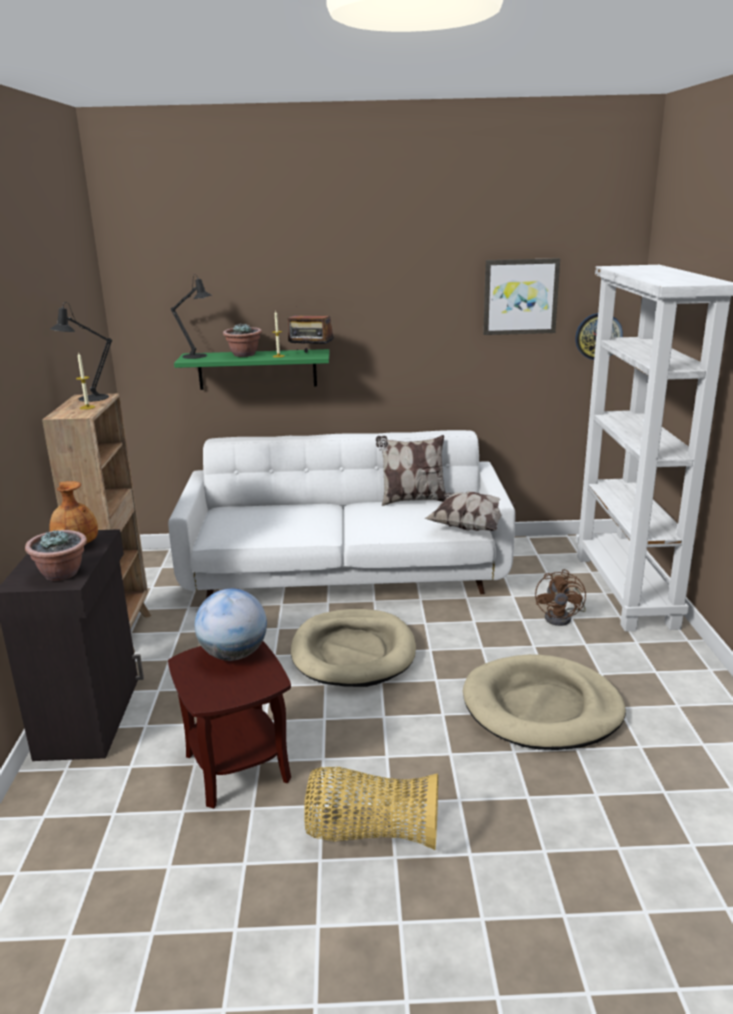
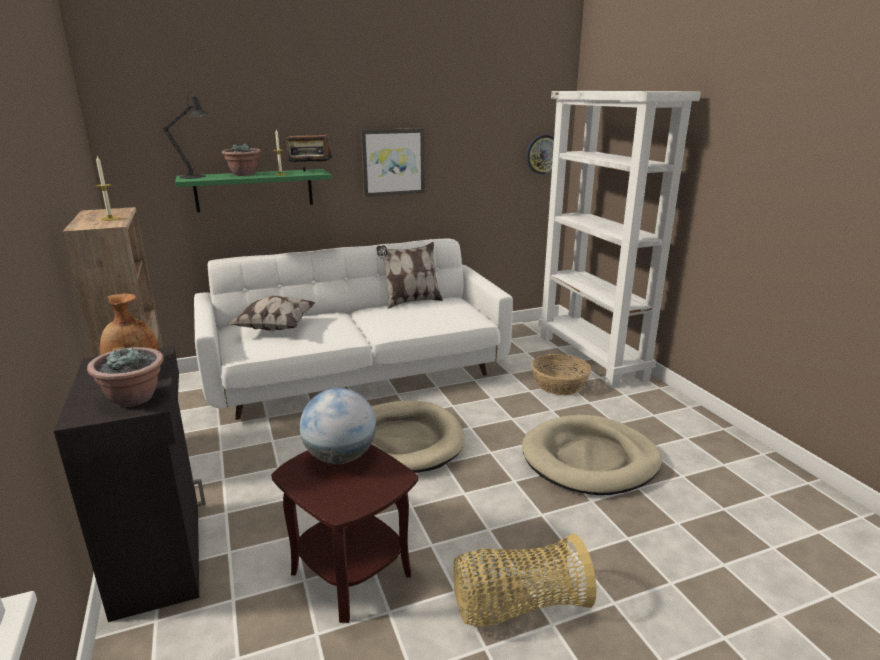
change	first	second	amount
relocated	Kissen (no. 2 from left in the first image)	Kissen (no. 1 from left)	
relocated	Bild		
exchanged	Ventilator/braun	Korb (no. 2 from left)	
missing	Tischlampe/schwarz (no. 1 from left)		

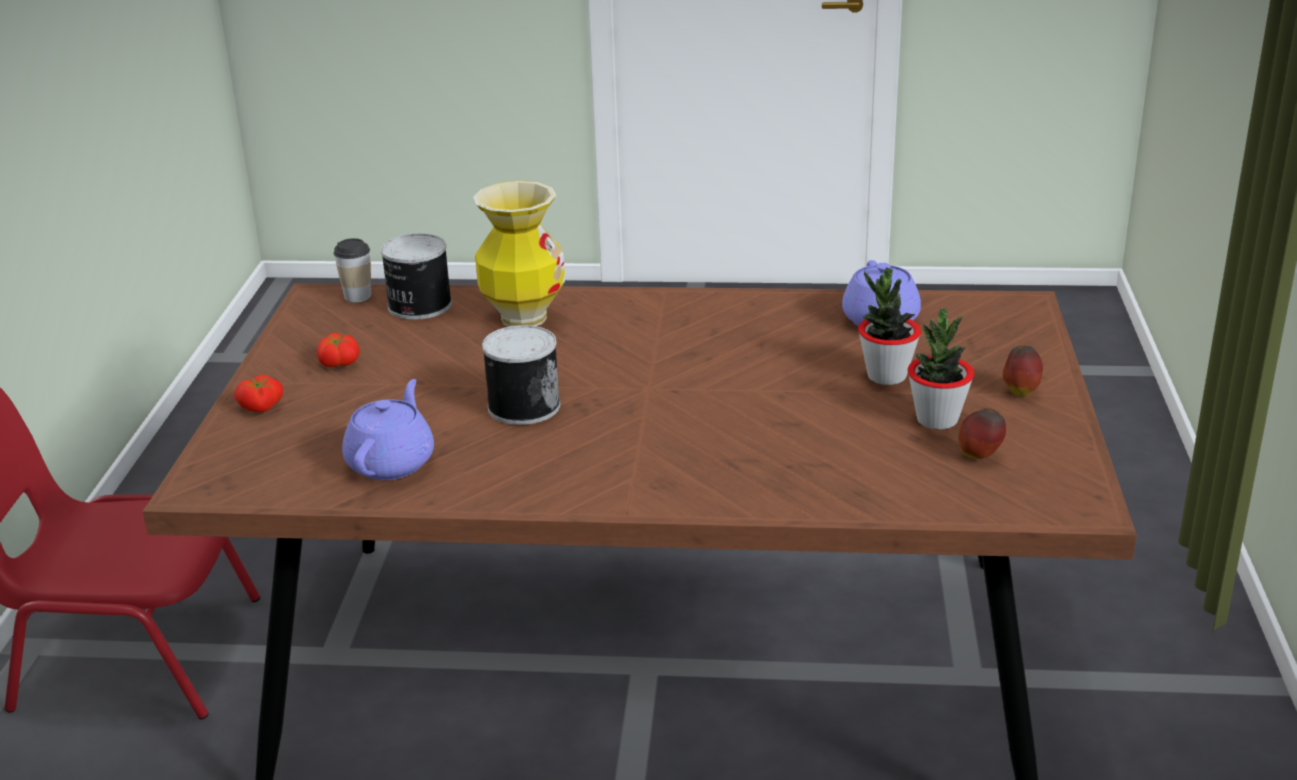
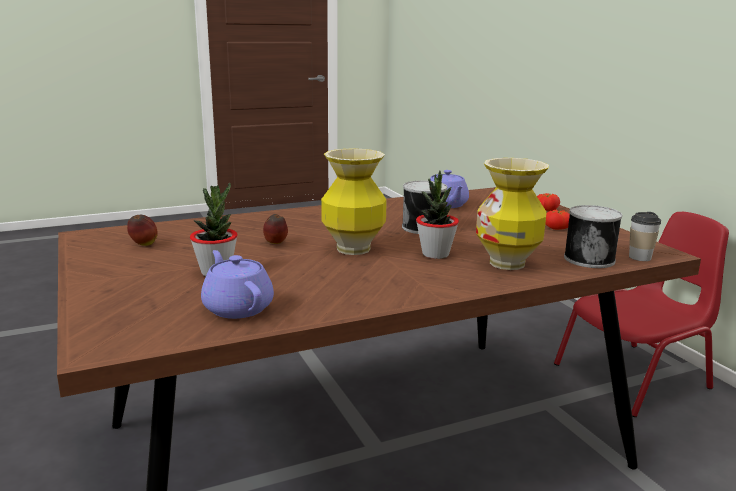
change	first	second	amount
relocated	Apfel (no. 2 from left)		
appeared		Vase (no. 1 from left)	
relocated	Topfpflanze (no. 2 from left)		

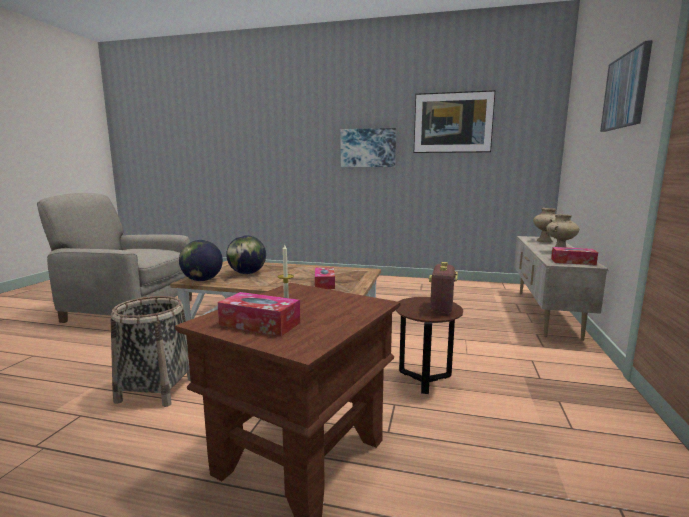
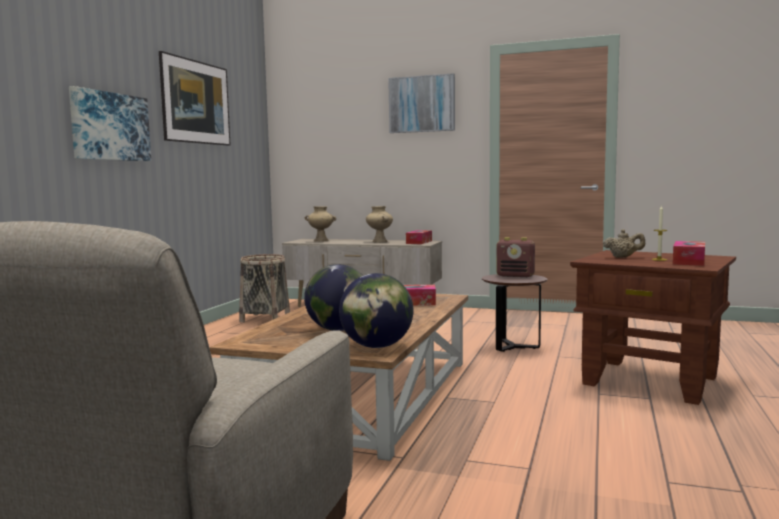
change	first	second	amount
relocated	Korb		
appeared		Teekanne/beige	

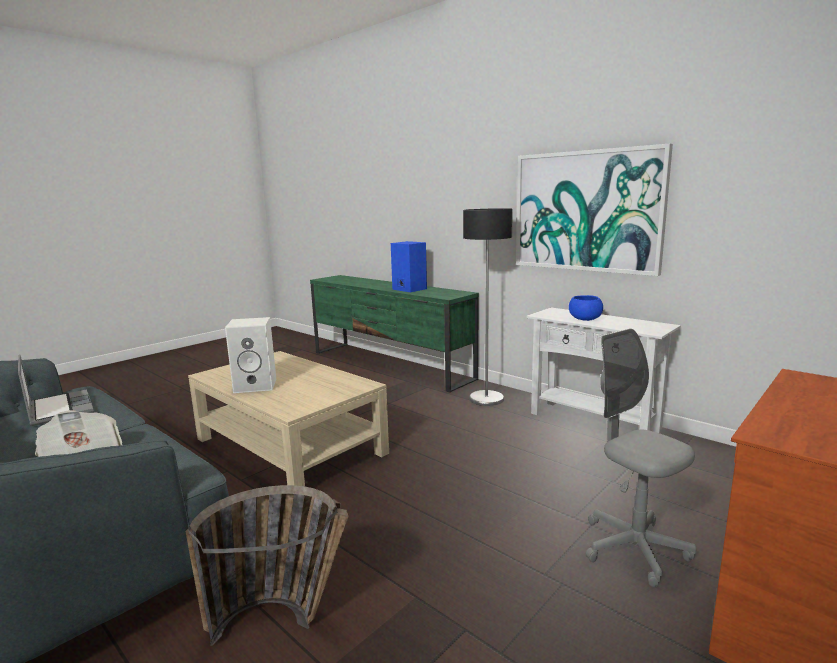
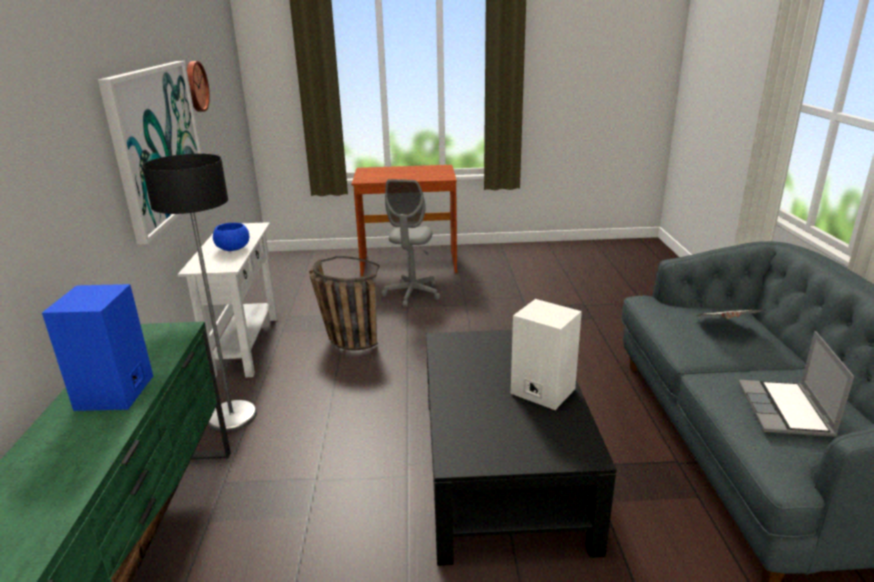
change	first	second	amount
appeared		Wanduhr	
relocated	Korb		
colour	Couchtisch/beige	Couchtisch/schwarz	

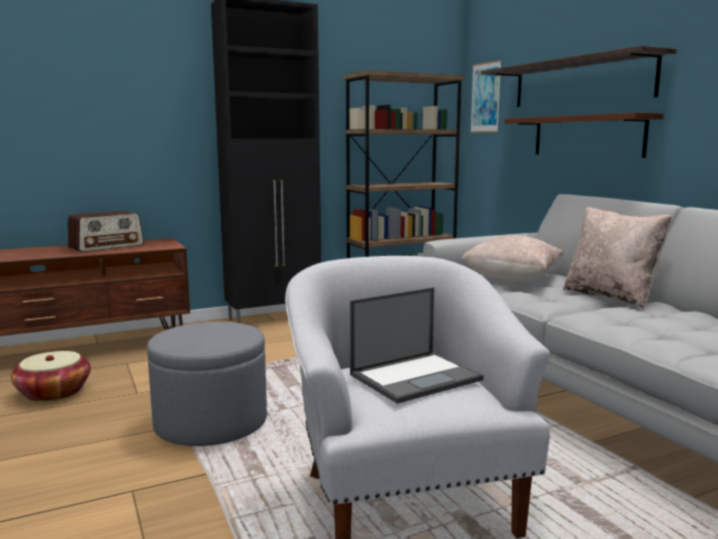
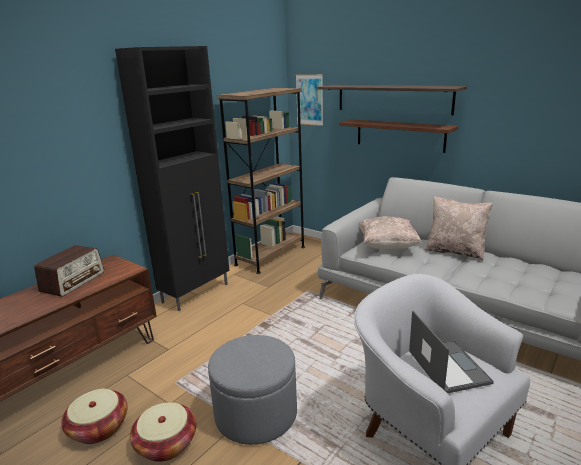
change	first	second	amount
appeared		Korb (no. 2 from left)	
spun	Laptop		45 degrees counterclockwise

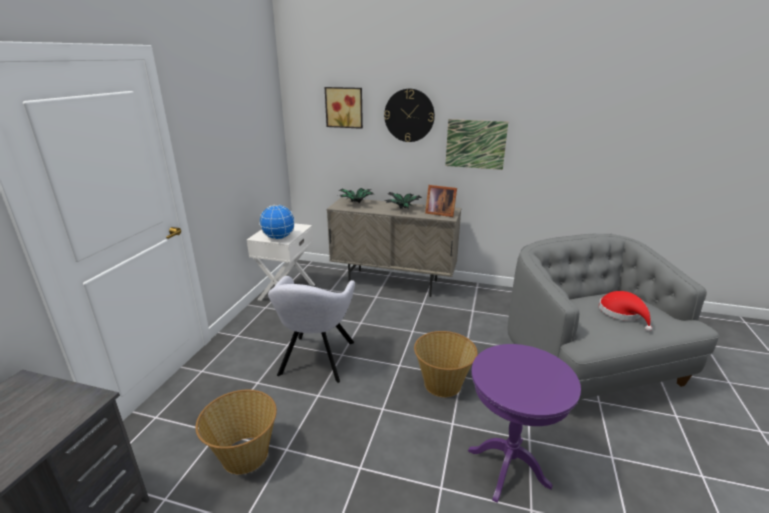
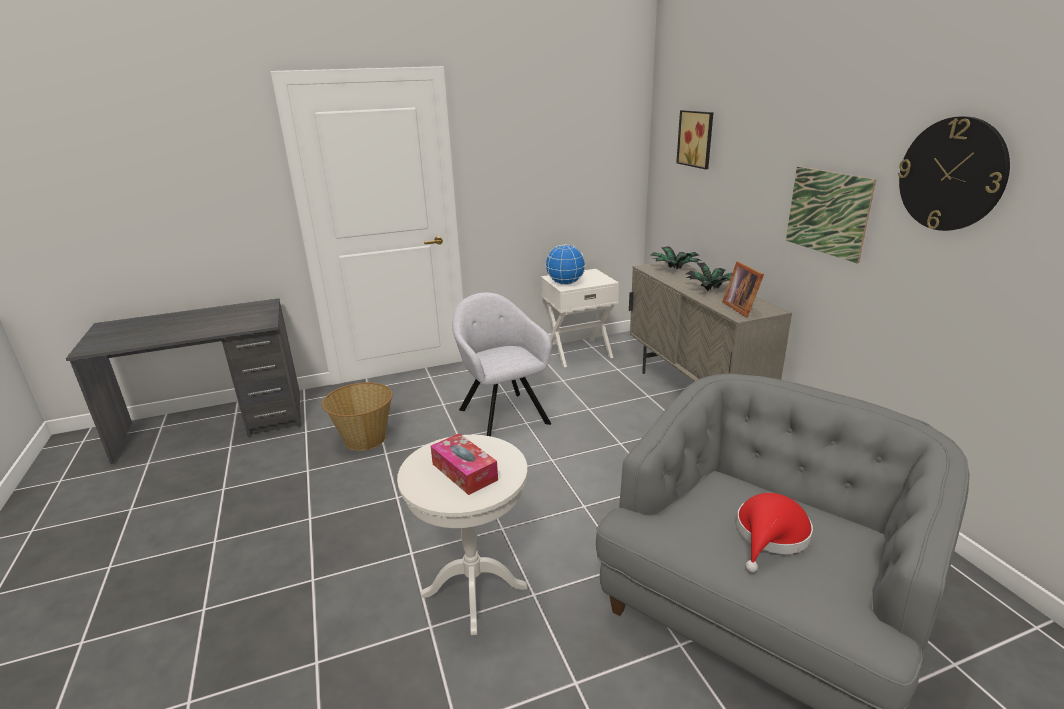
change	first	second	amount
colour	Beistelltisch/lila	Beistelltisch/weiß	
appeared		Taschentuchbox	
spun	Sessel/grau (no. 1 from left)		90 degrees clockwise
relocated	Wanduhr		
missing	Korb (no. 2 from left)		

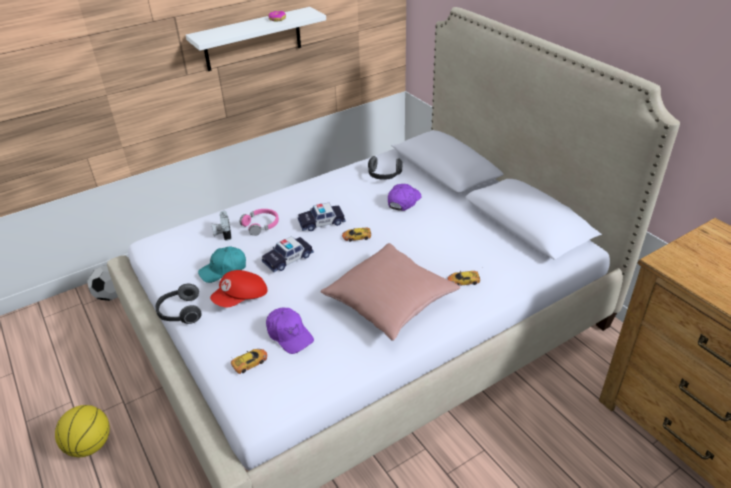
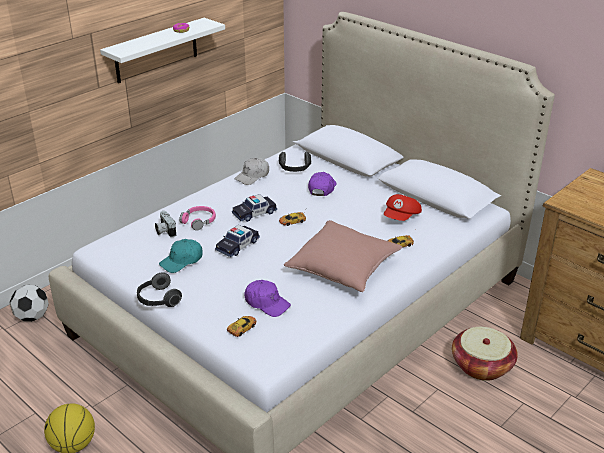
change	first	second	amount
appeared		Kappe/weiß	
relocated	Kappe/rot		
appeared		Korb	

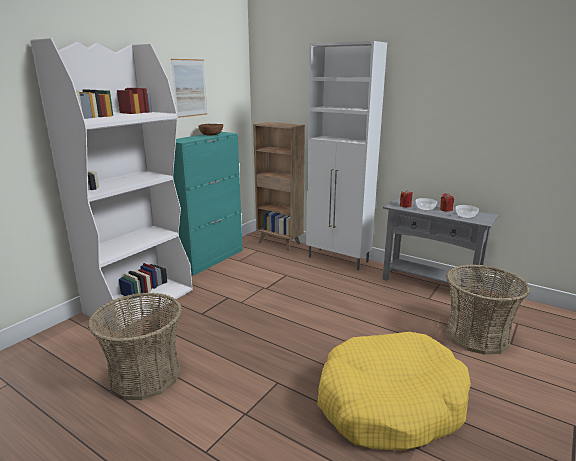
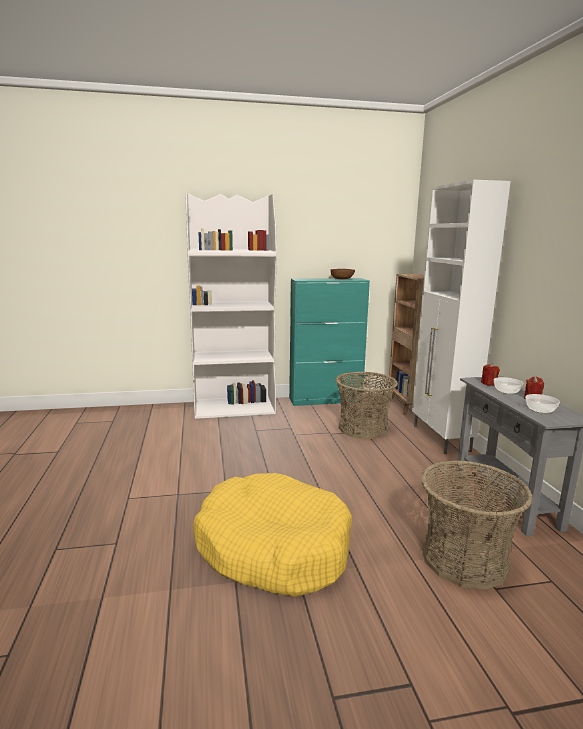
change	first	second	amount
relocated	Korb (no. 1 from left)		
missing	Bild		

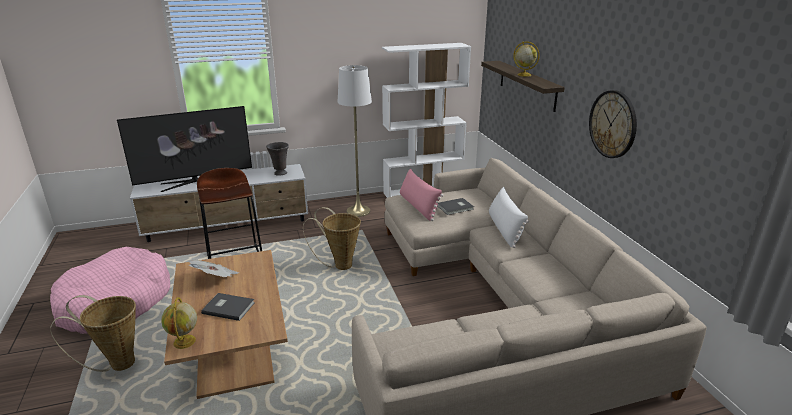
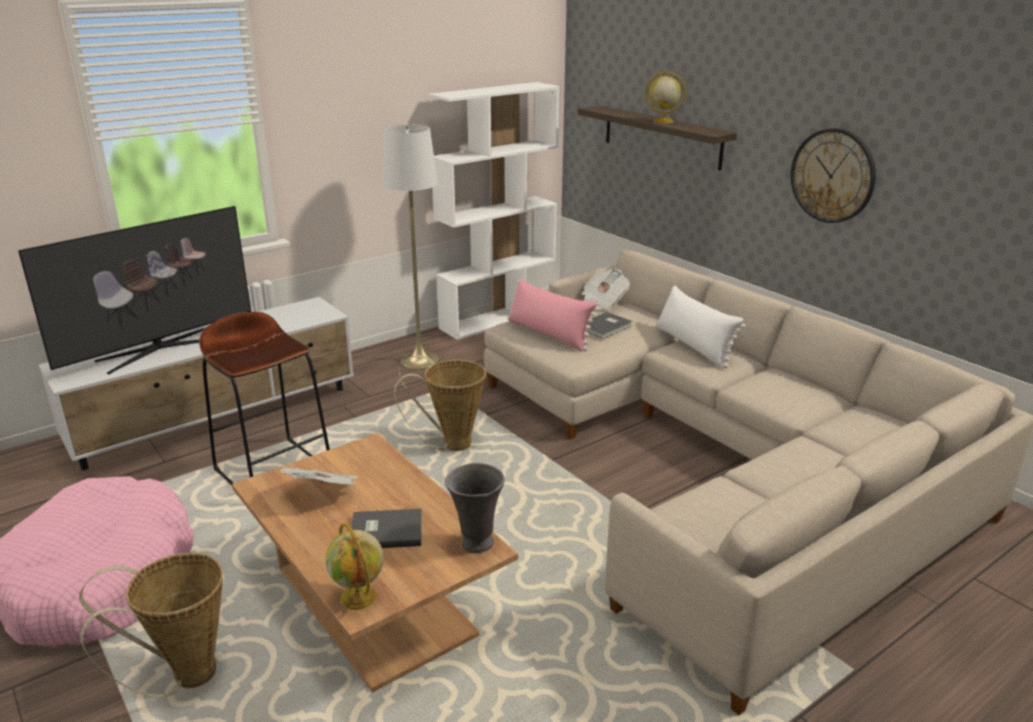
change	first	second	amount
relocated	Vase/grau		
appeared		Zeitung (no. 2 from left)	

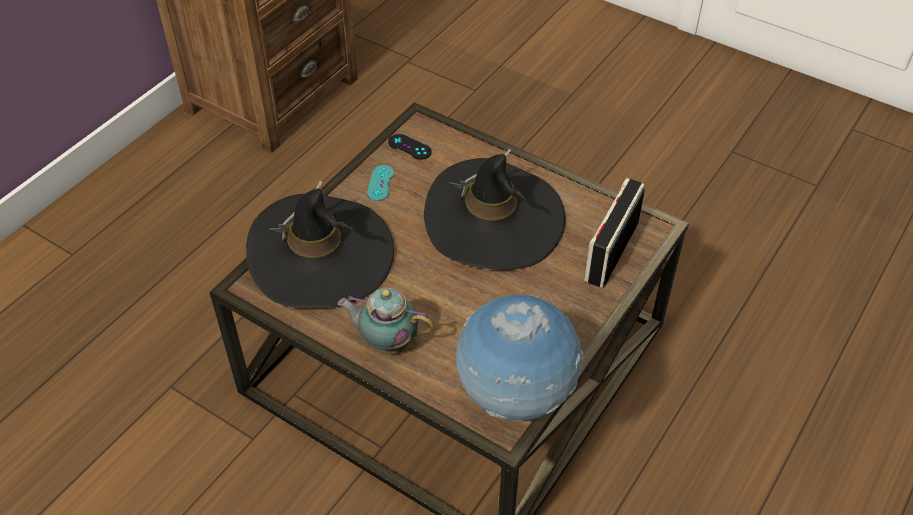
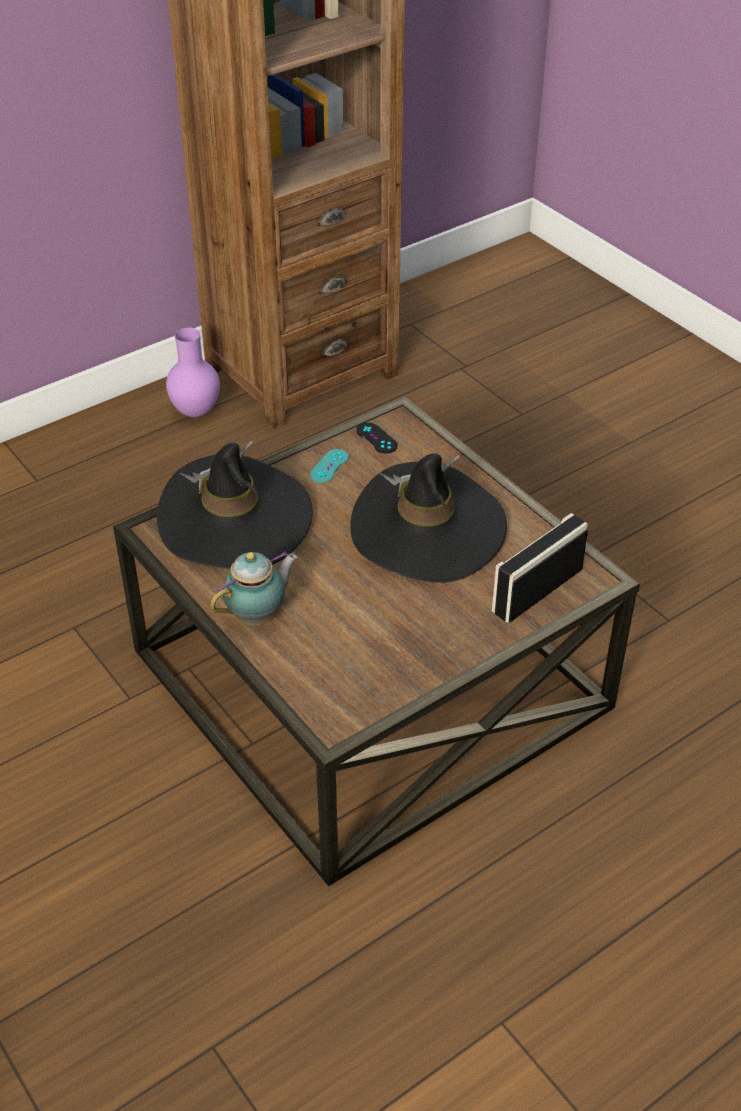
change	first	second	amount
appeared		Vase/lila	
spun	Teekanne		105 degrees clockwise
missing	Globus		

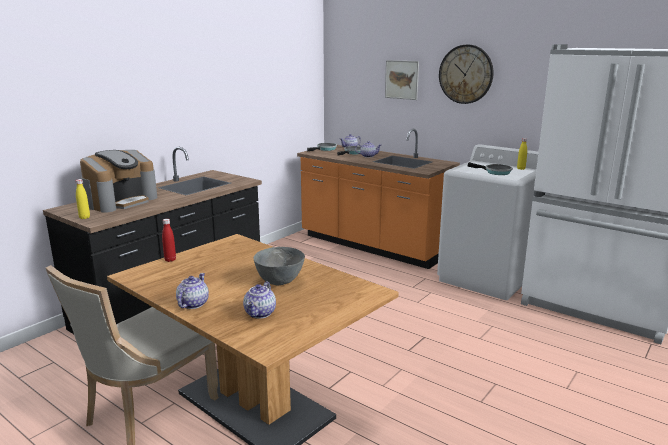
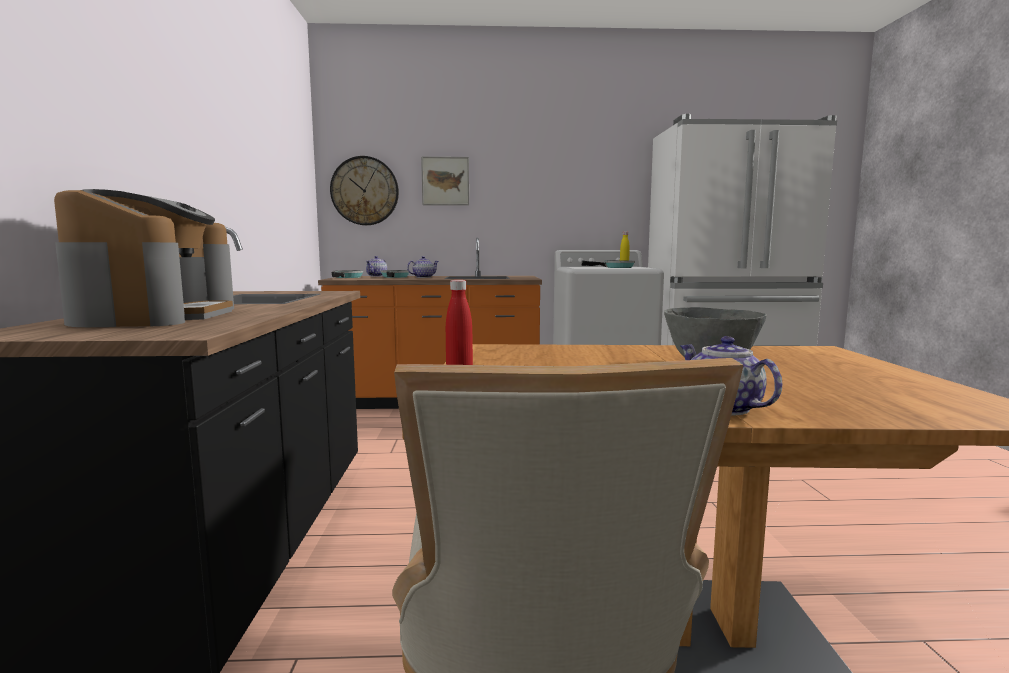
change	first	second	amount
relocated	Wanduhr		
missing	Flasche/gelb (no. 1 from left)		
missing	Teekanne (no. 2 from left)		

